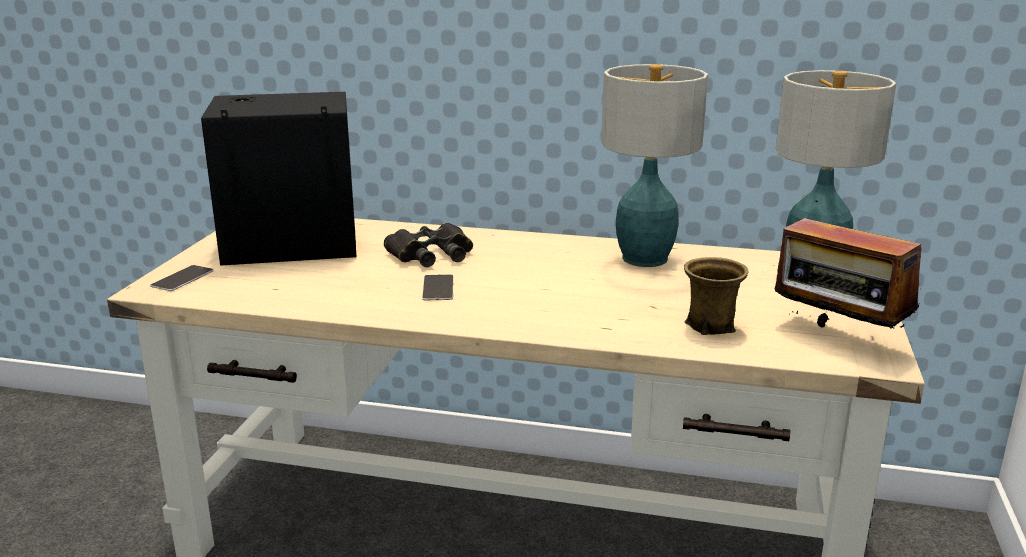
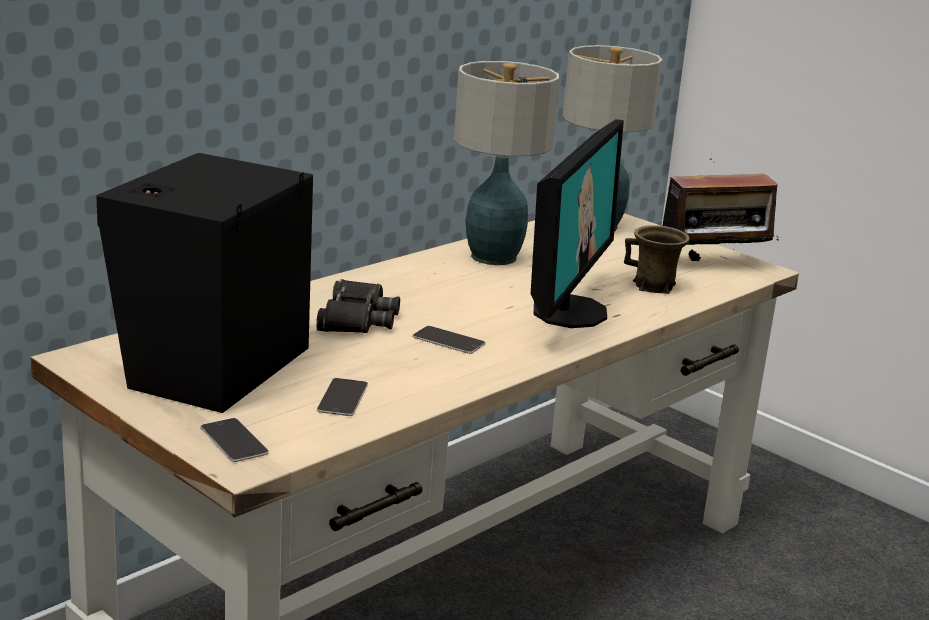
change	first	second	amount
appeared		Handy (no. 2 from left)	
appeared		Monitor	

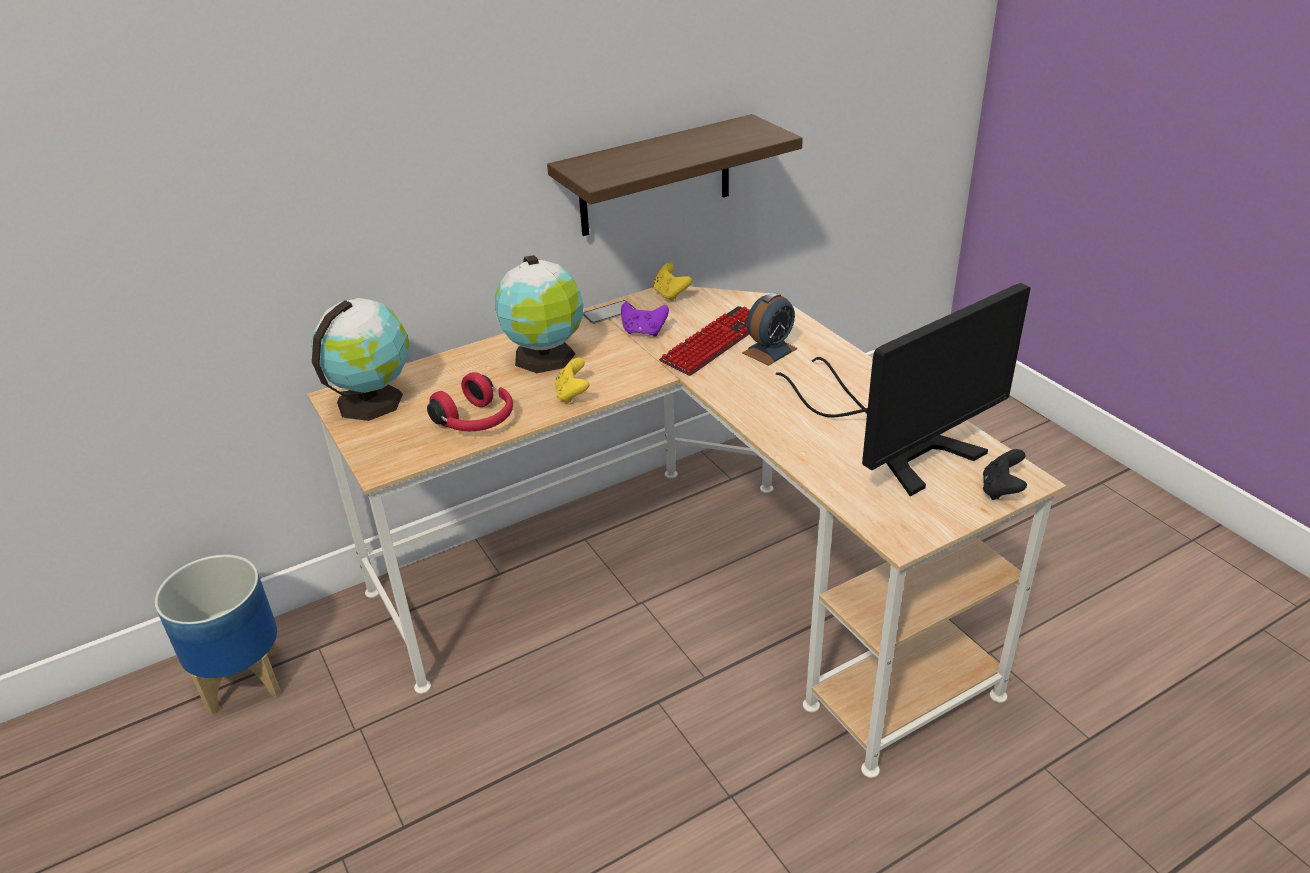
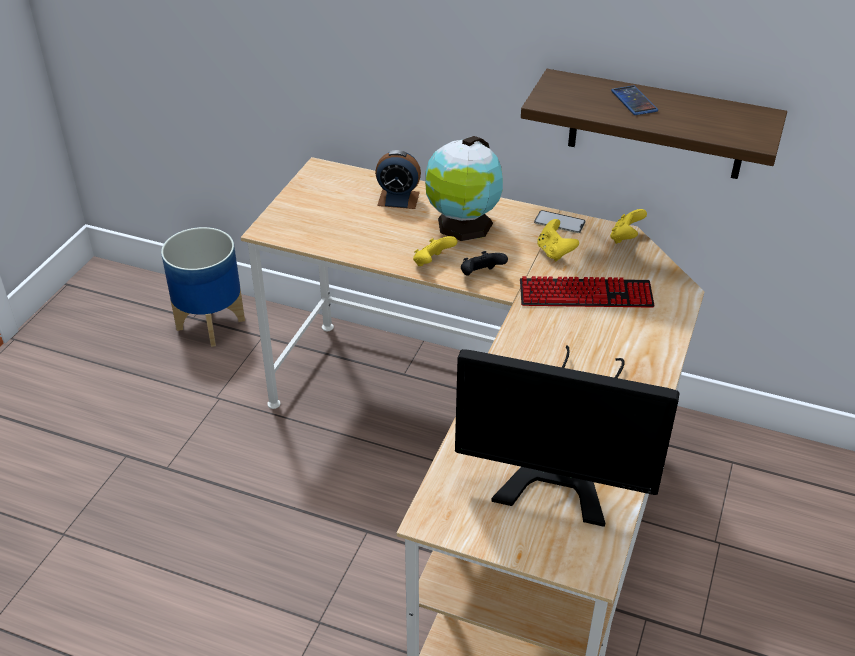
change	first	second	amount
relocated	Wecker		
relocated	Gamepad/schwarz		
colour	Gamepad/lila	Gamepad/gelb (no. 2 from left)	
appeared		Handy (no. 2 from left)	
missing	Globus (no. 1 from left)		
missing	Kopfhörer/rot		

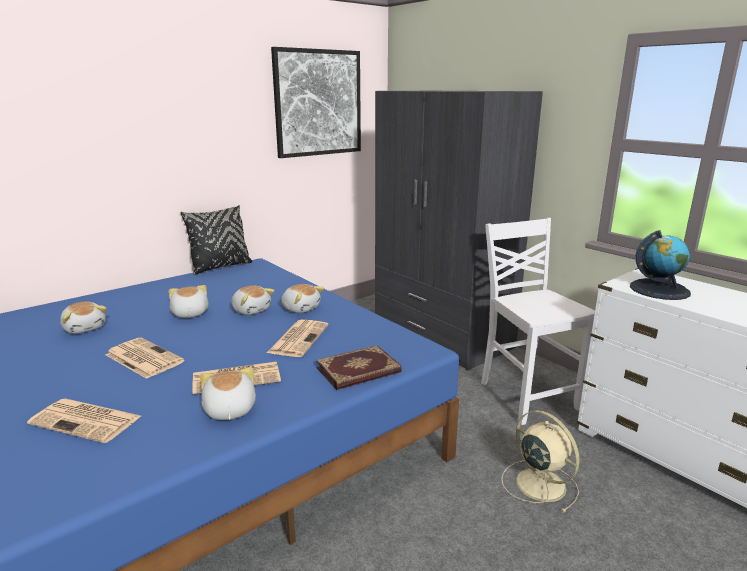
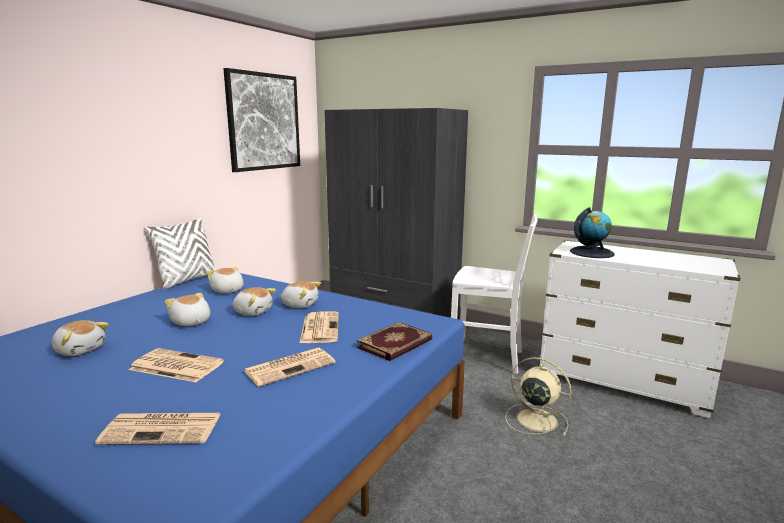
change	first	second	amount
colour	Kissen/schwarz	Kissen/weiß	
relocated	Plüschtier (no. 3 from left)		
spun	Stuhl/weiß		150 degrees clockwise

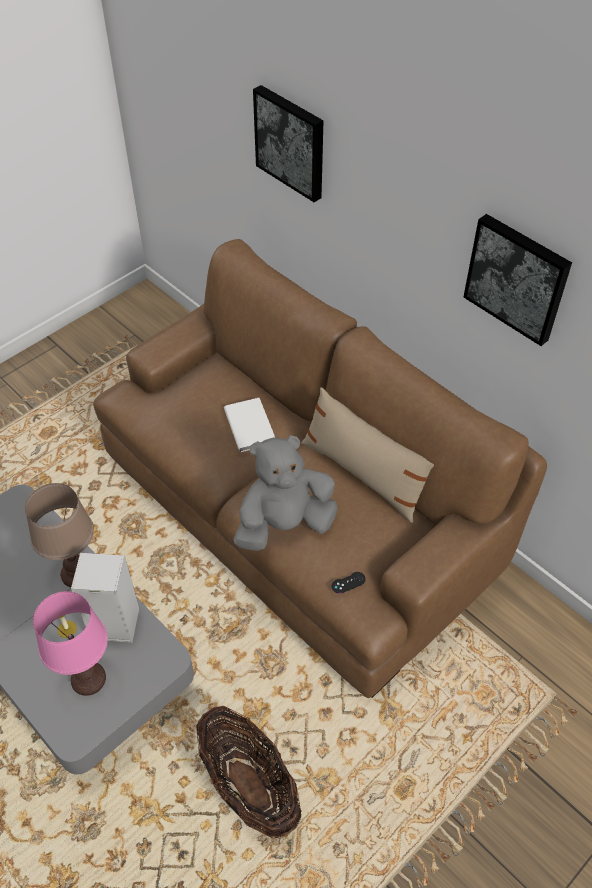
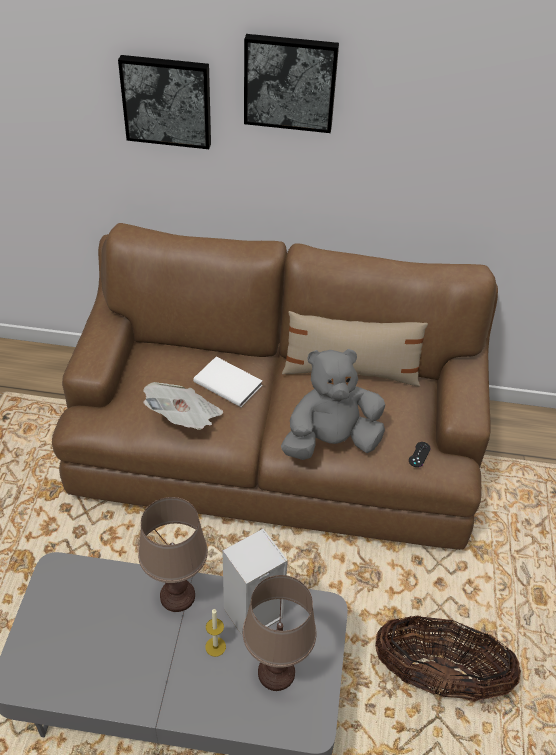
change	first	second	amount
appeared		Zeitung	
colour	Tischlampe/rosa	Tischlampe/braun (no. 2 from left)	
relocated	Bild (no. 2 from left)		
spun	Plüschtier/grau		45 degrees clockwise

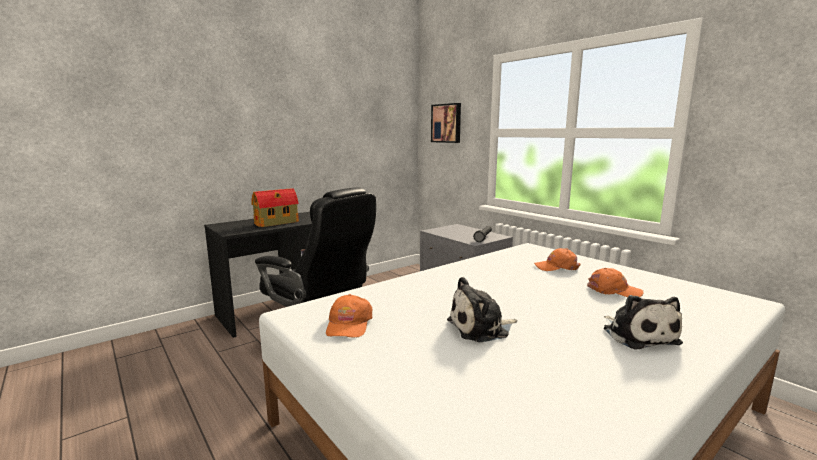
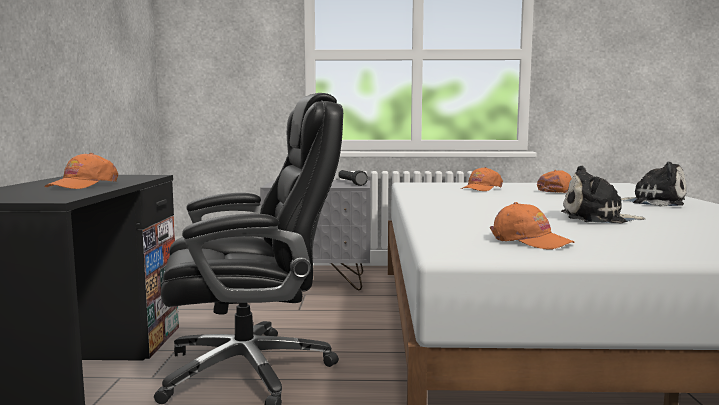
change	first	second	amount
exchanged	Spielzeughaus	Kappe/orange (no. 1 from left)	
spun	Plüschtier (no. 1 from left)		75 degrees clockwise
missing	Bild		

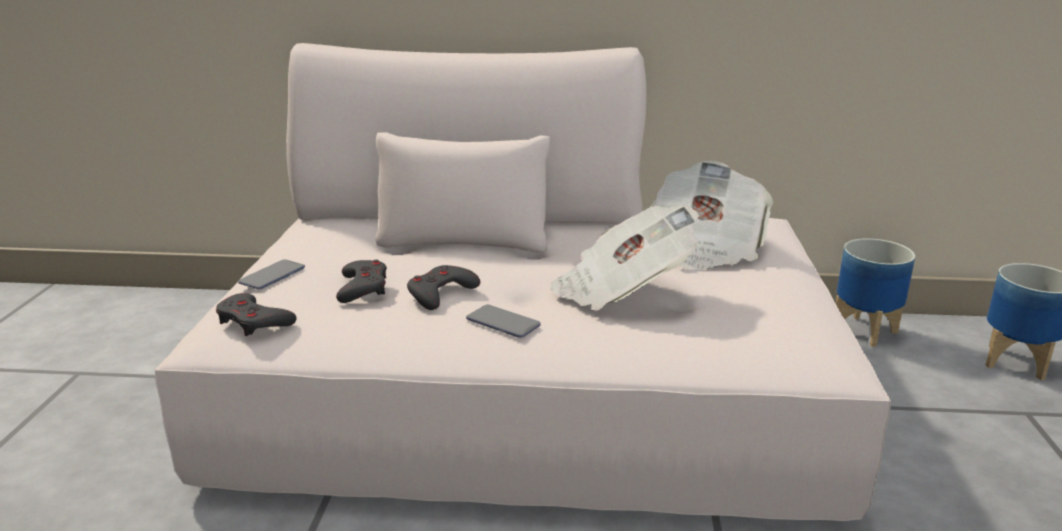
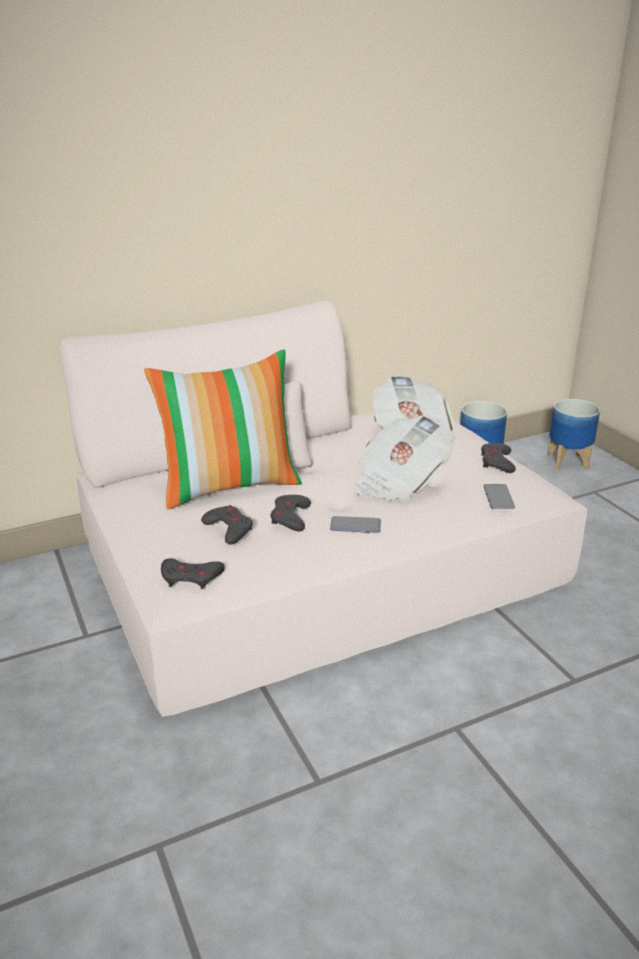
change	first	second	amount
appeared		Kissen	
appeared		Gamepad/grau (no. 4 from left)	
relocated	Handy (no. 1 from left in the first image)	Handy (no. 2 from left)	

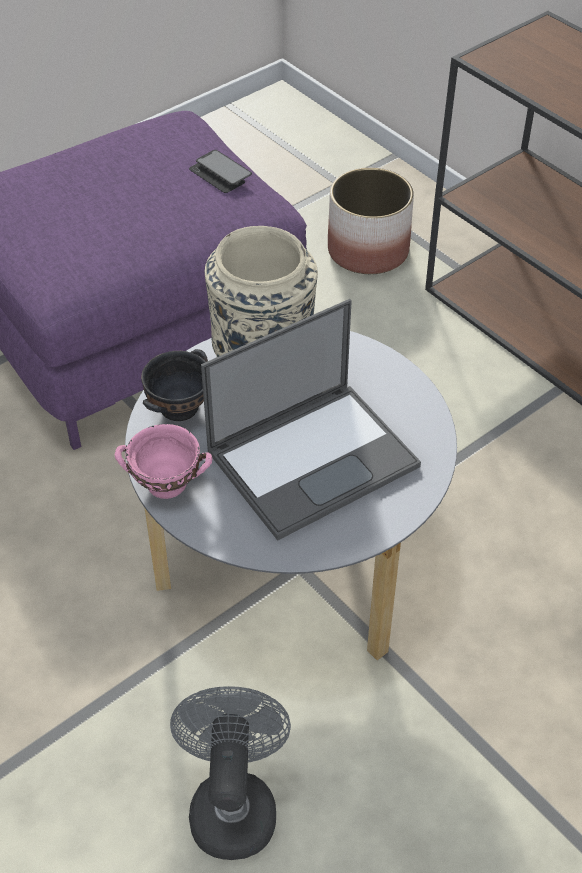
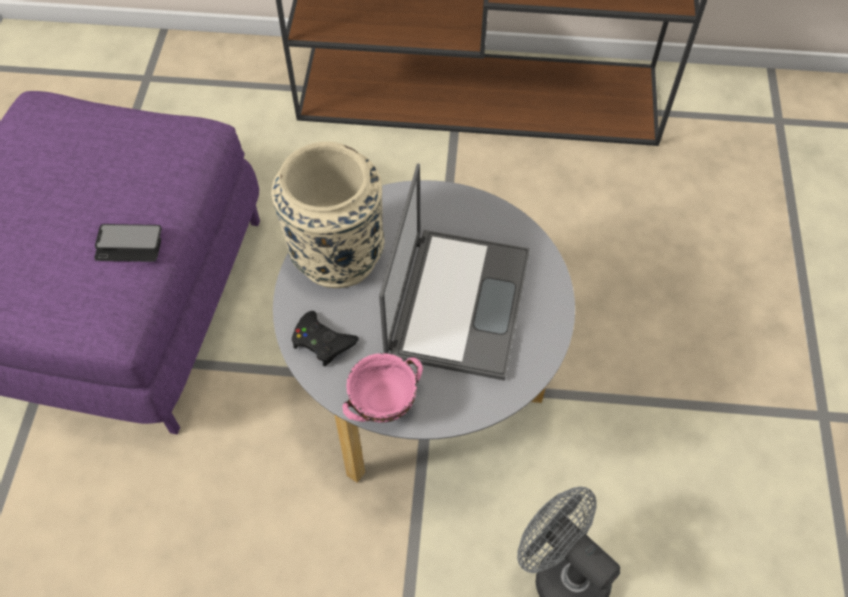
change	first	second	amount
relocated	Handy		
exchanged	Schüssel/schwarz	Gamepad/schwarz	
missing	Pflanzkübel		

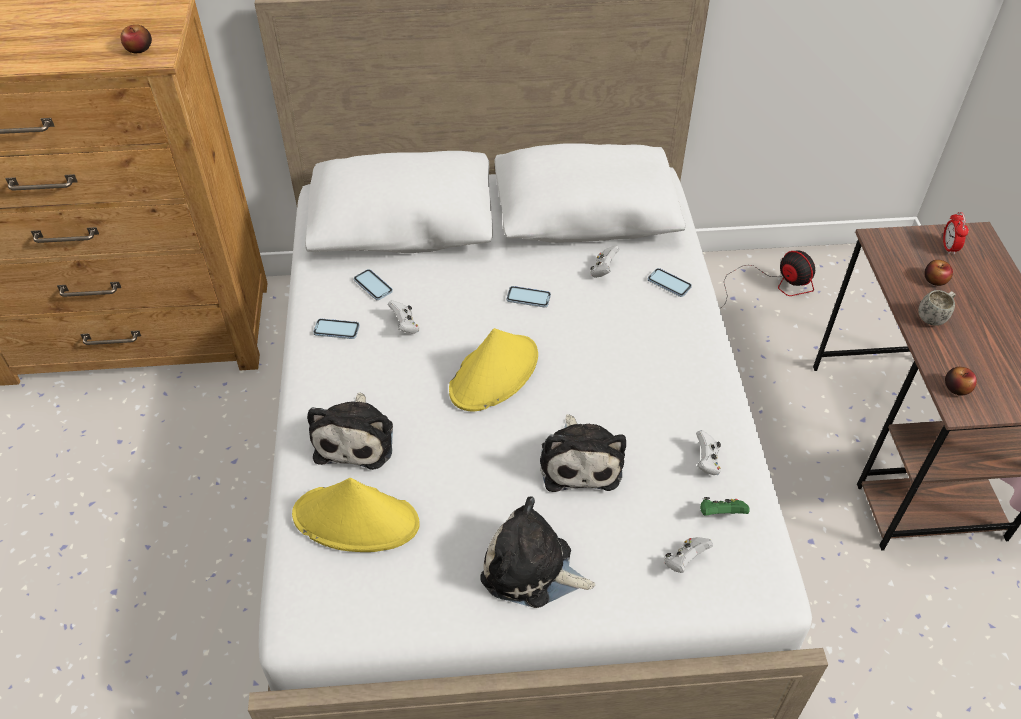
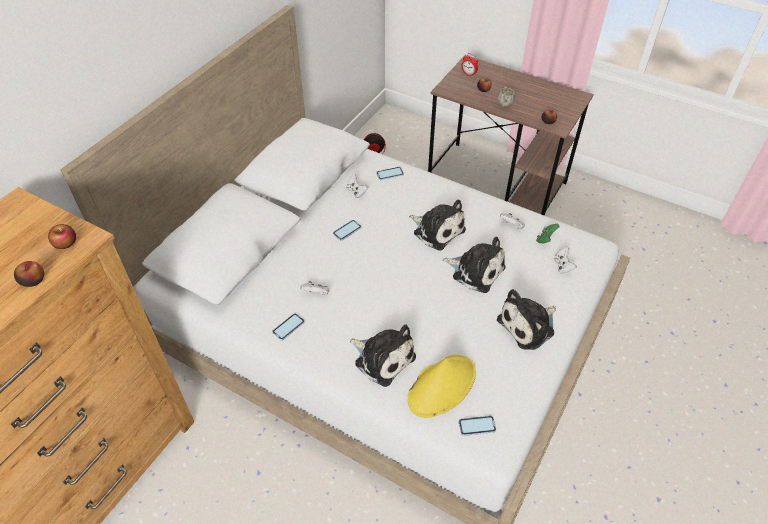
change	first	second	amount
appeared		Apfel (no. 1 from left)	
appeared		Plüschtier (no. 2 from left)	
relocated	Handy (no. 2 from left in the first image)	Handy (no. 4 from left)	
missing	Hut/gelb (no. 2 from left)		

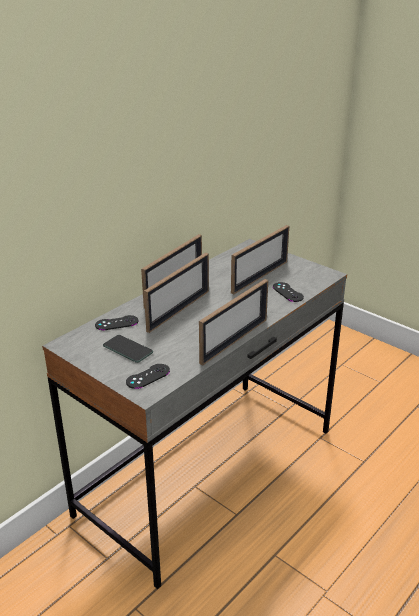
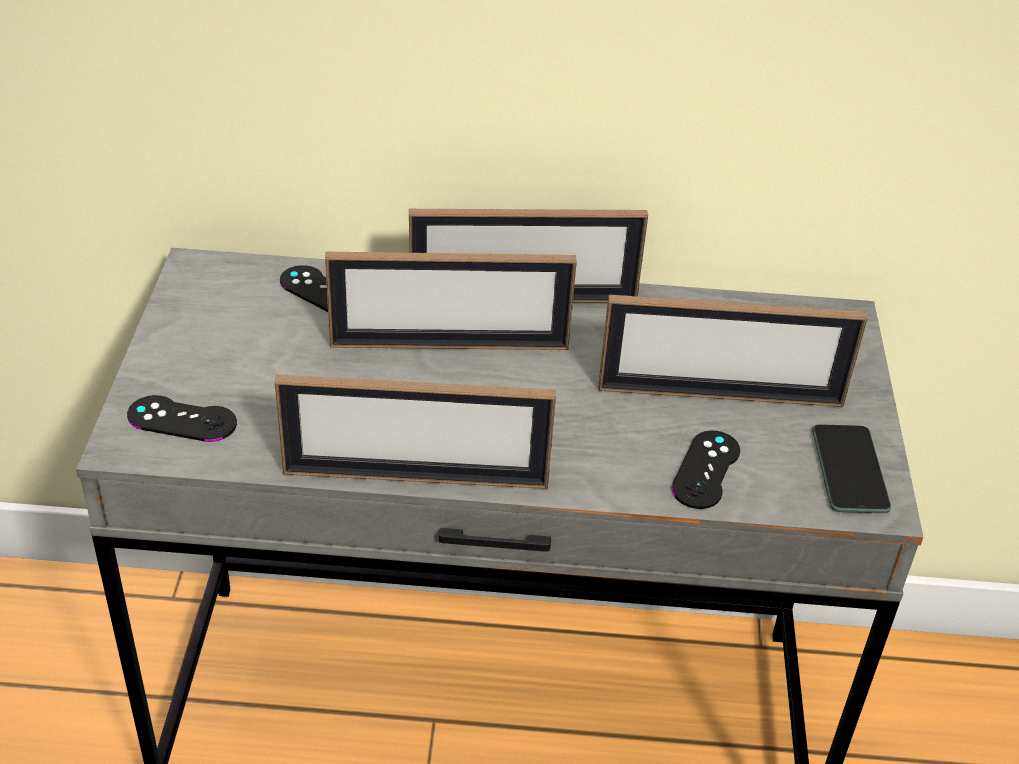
change	first	second	amount
relocated	Handy		

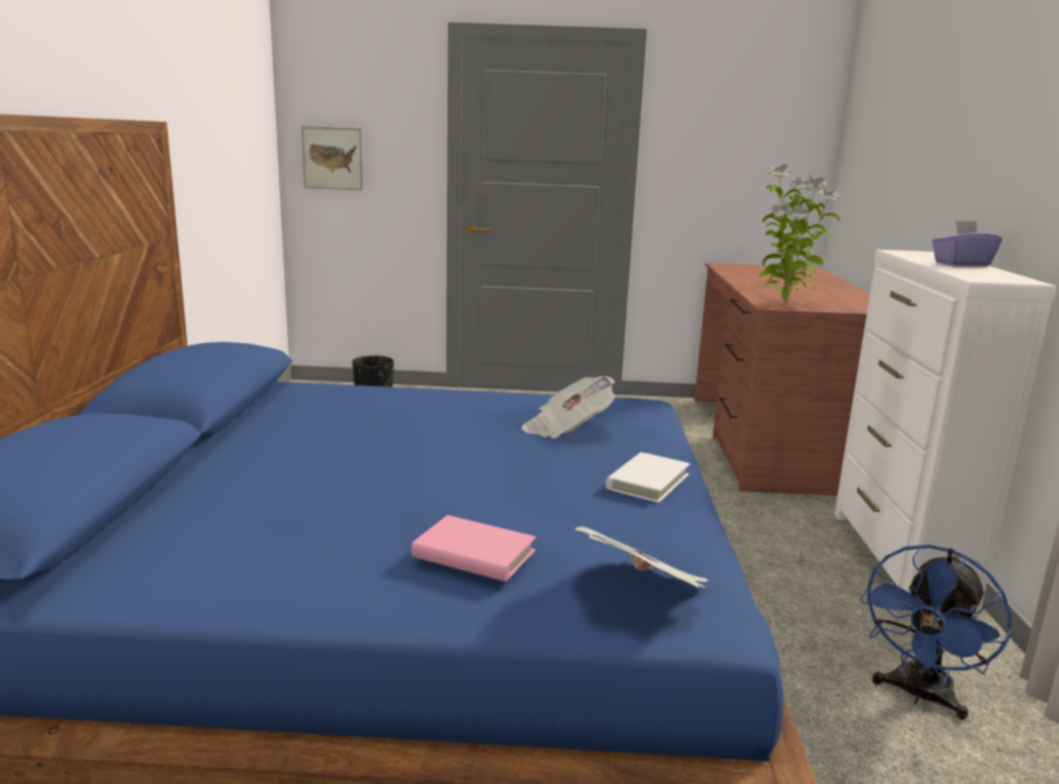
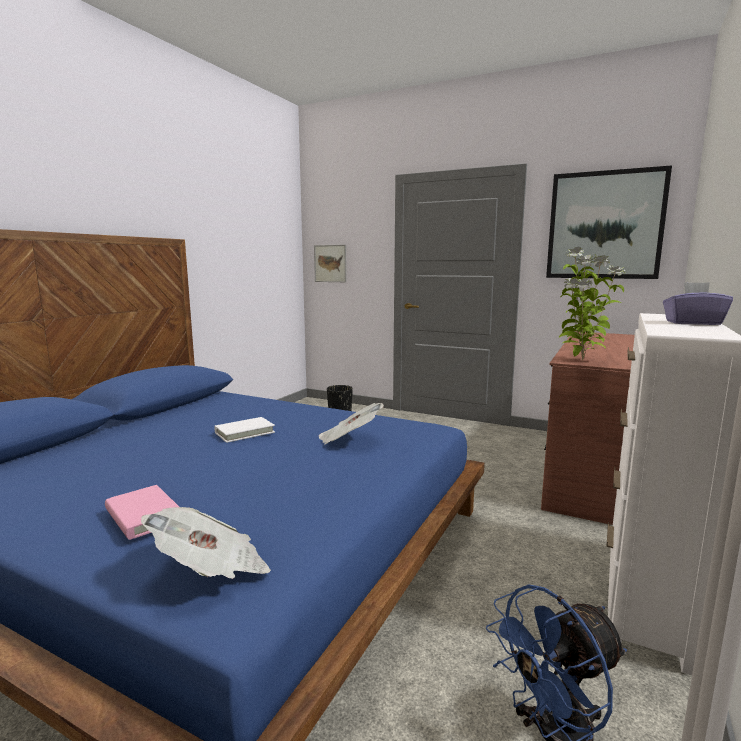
change	first	second	amount
relocated	Buch/weiß		
appeared		Bild (no. 2 from left)	

